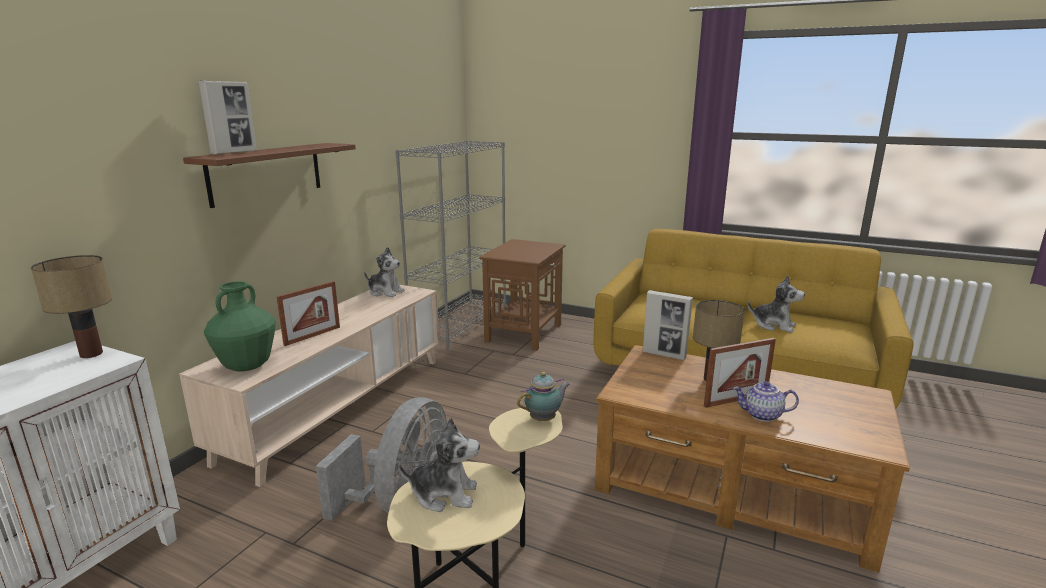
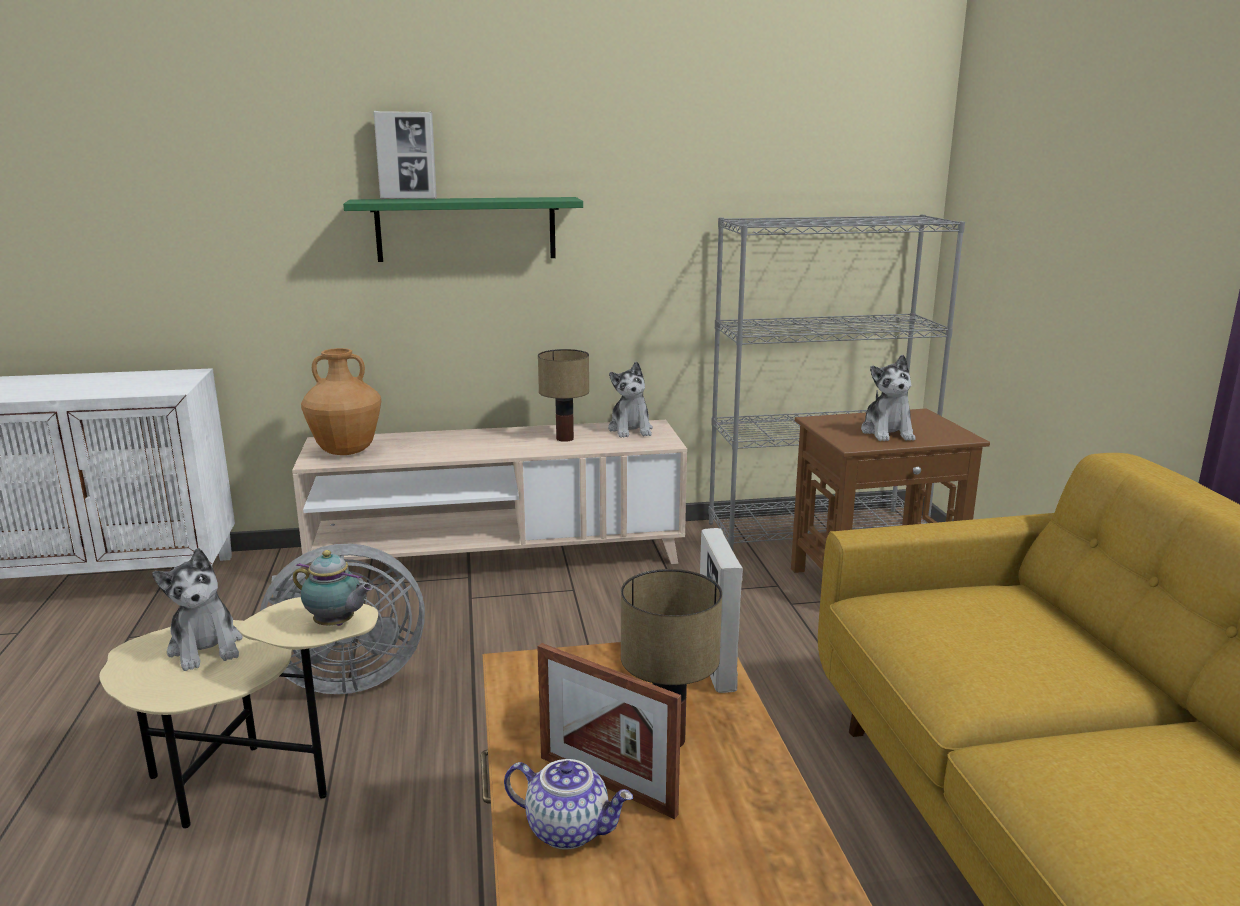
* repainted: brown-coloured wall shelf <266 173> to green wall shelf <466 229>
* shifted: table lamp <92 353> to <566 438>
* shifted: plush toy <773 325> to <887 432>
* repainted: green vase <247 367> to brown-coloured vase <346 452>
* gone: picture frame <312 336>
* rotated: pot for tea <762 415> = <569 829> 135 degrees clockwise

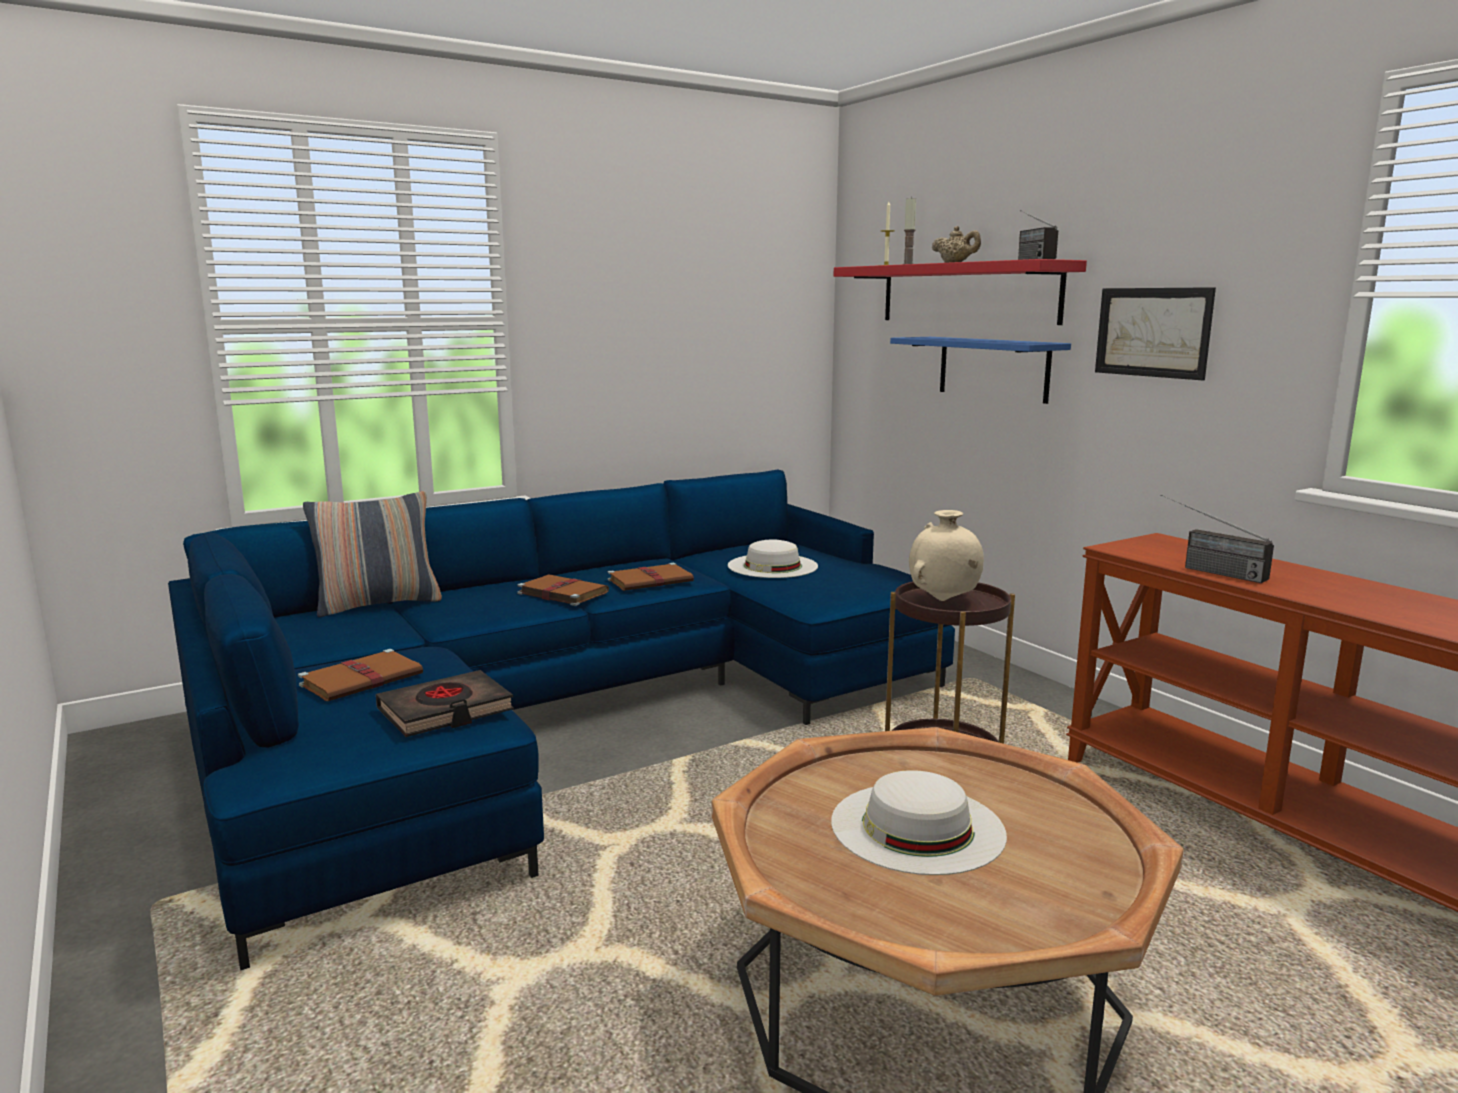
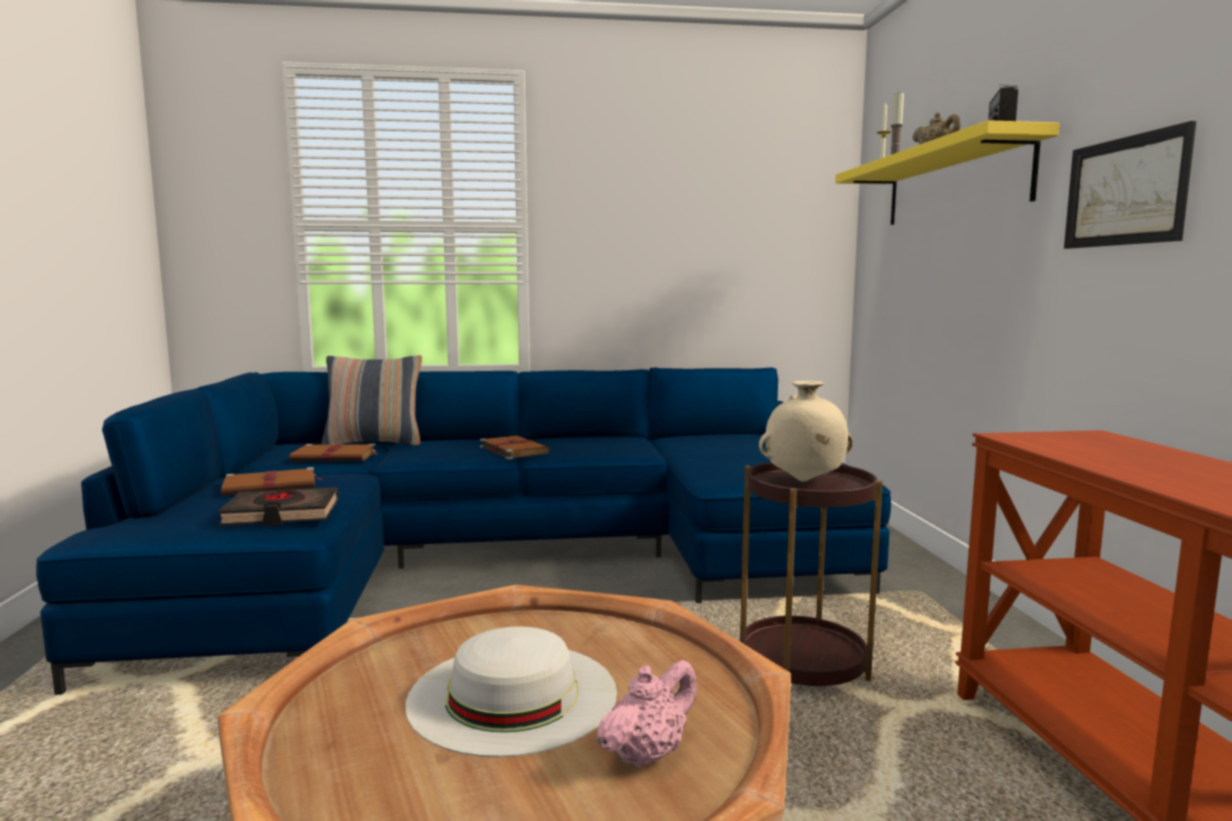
* repainted: red-coloured wall shelf <967 293> to yellowish wall shelf <954 184>
* gone: blue wall shelf <993 368>
* gone: radio set <1204 570>
* gone: whitish wearable hat <772 566>
* shifted: brown-coloured bound book <651 581> to <335 457>
* new: pink pot for tea <647 754>

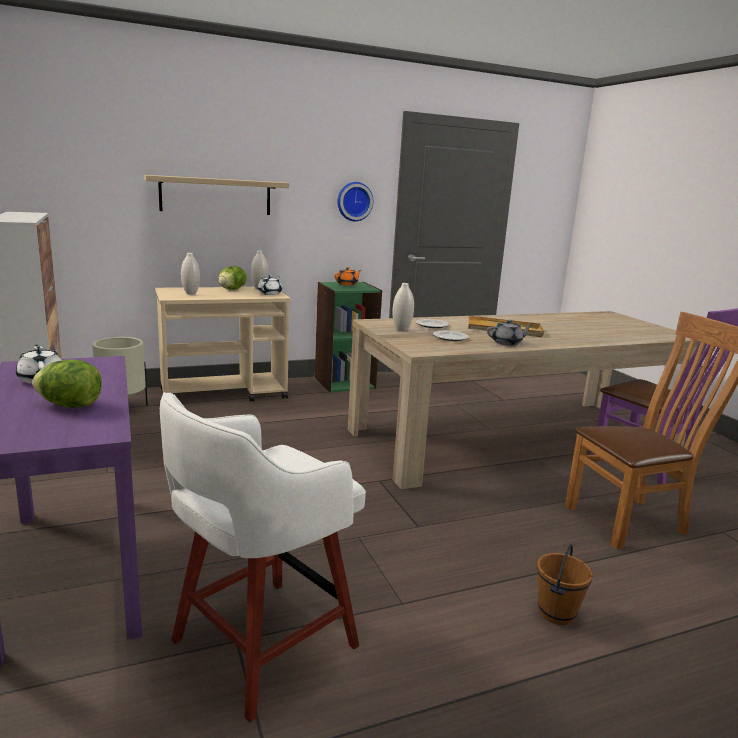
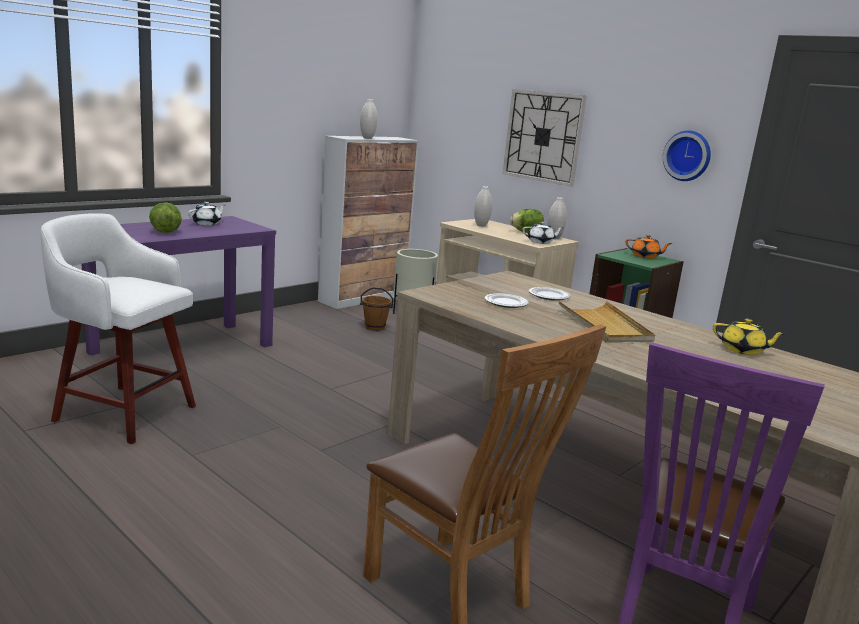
* swapped: wall shelf <216 196> to wall clock <543 137>
* shifted: whitish vase <401 330> to <367 138>
* gone: greyish pot for tea <507 343>
* shifted: brown-coloured water bucket <556 613> to <375 327>
* new: yellowish pot for tea <743 350>

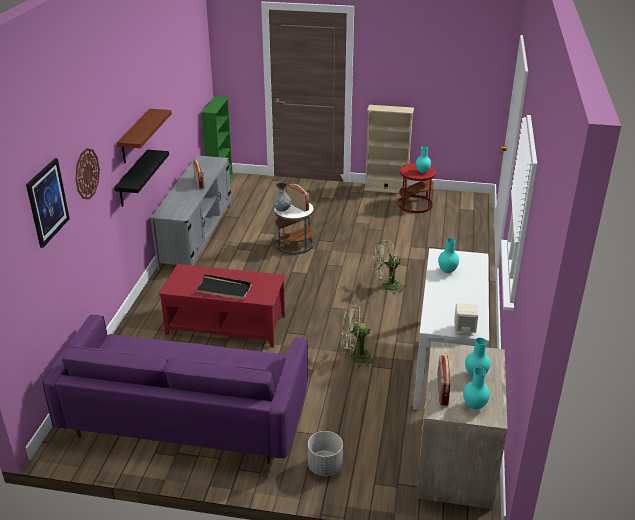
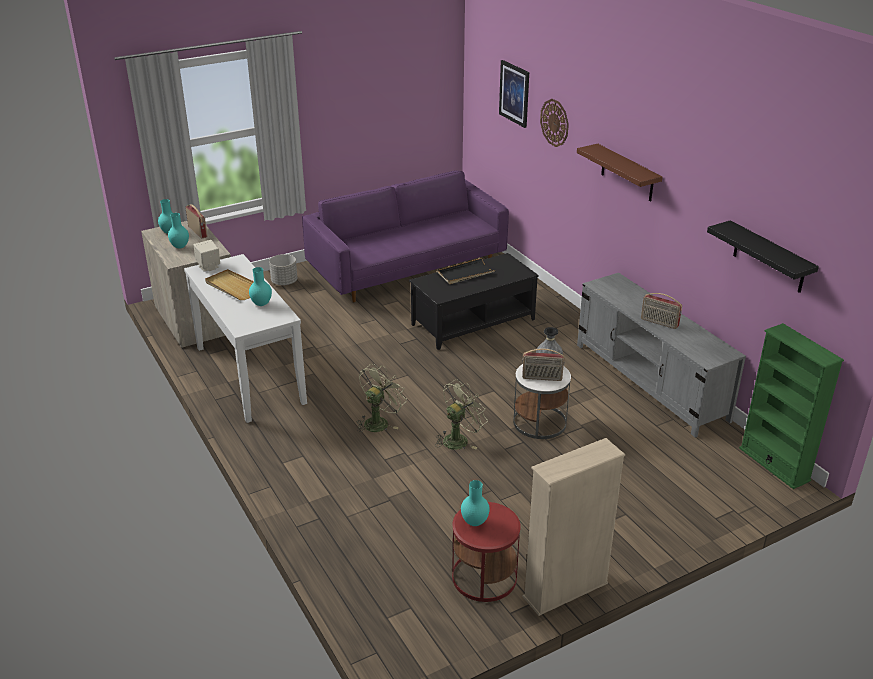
* shifted: black wall shelf <133 179> to <769 257>
* repainted: red-coloured coffee table <225 325> to black coffee table <472 321>
* shifted: green electric fan <355 356> to <459 439>
* new: beige carrying tray <234 287>

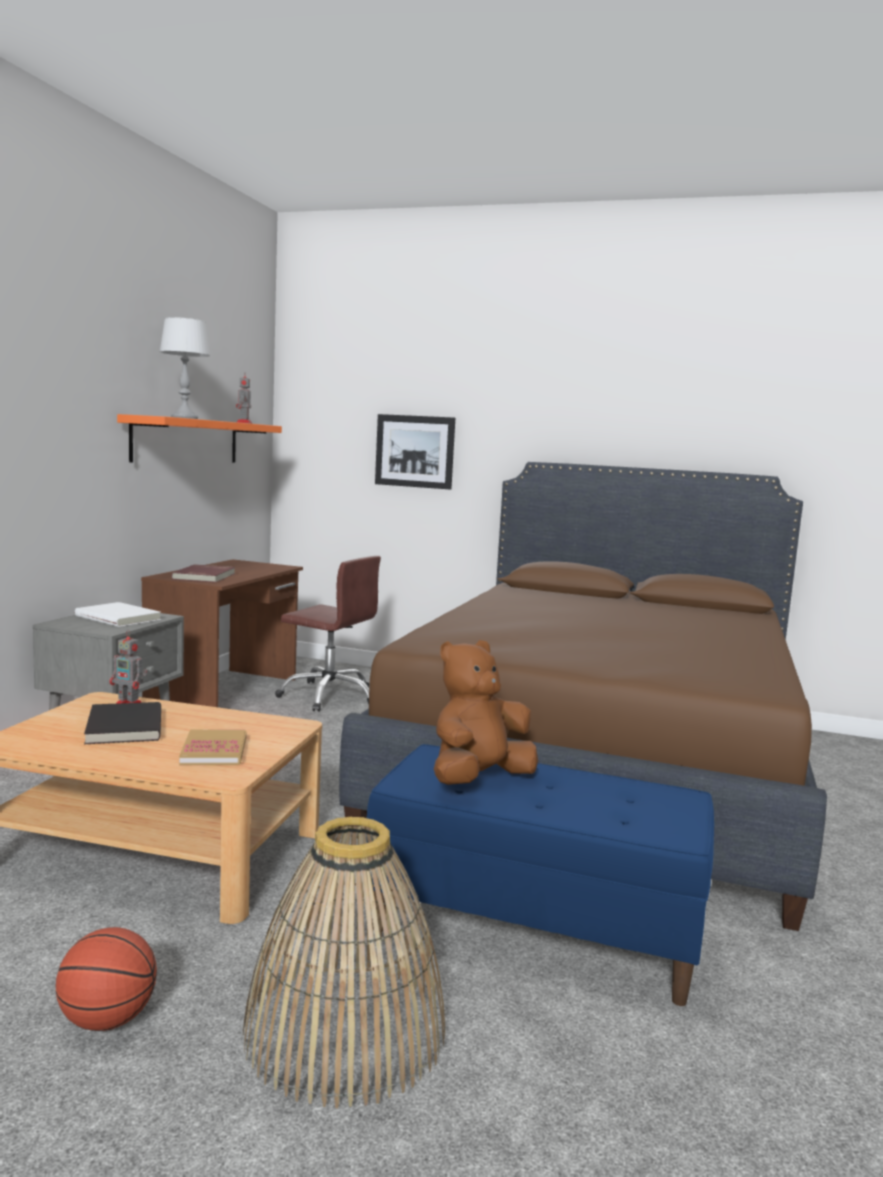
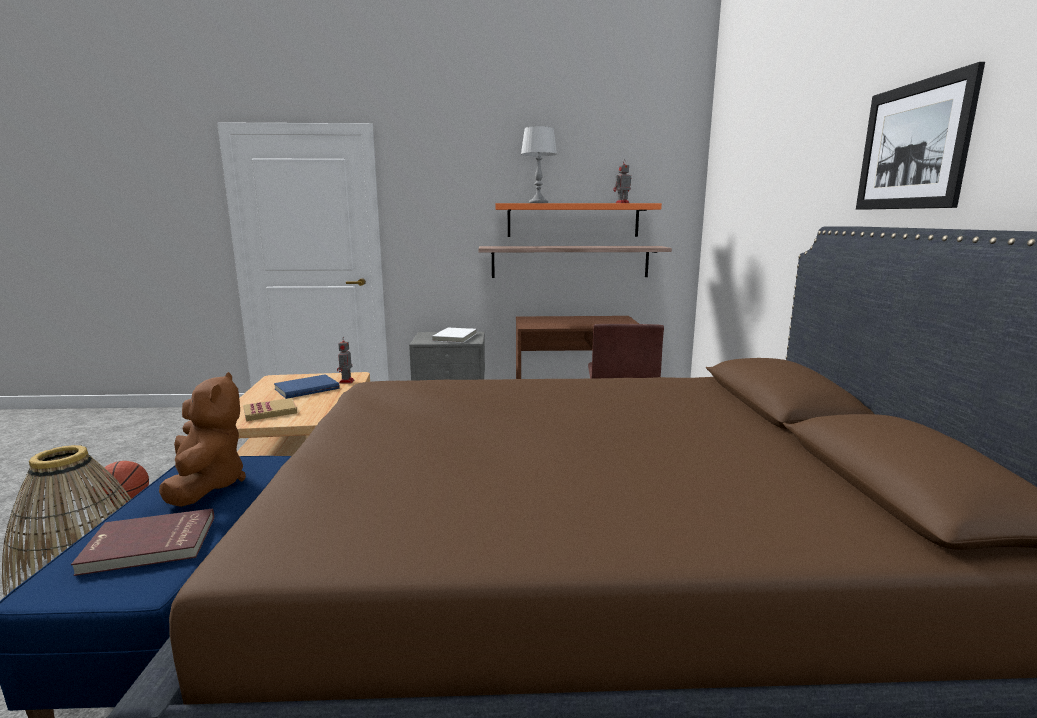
* shifted: picture <414 451> to <913 146>
* shifted: red-coloured bound book <205 576> to <149 545>
* rotated: brown-coloured plush toy <478 779> = <207 485> 45 degrees clockwise
* repainted: black bound book <122 727> to blue bound book <306 388>
* new: wall shelf <570 261>

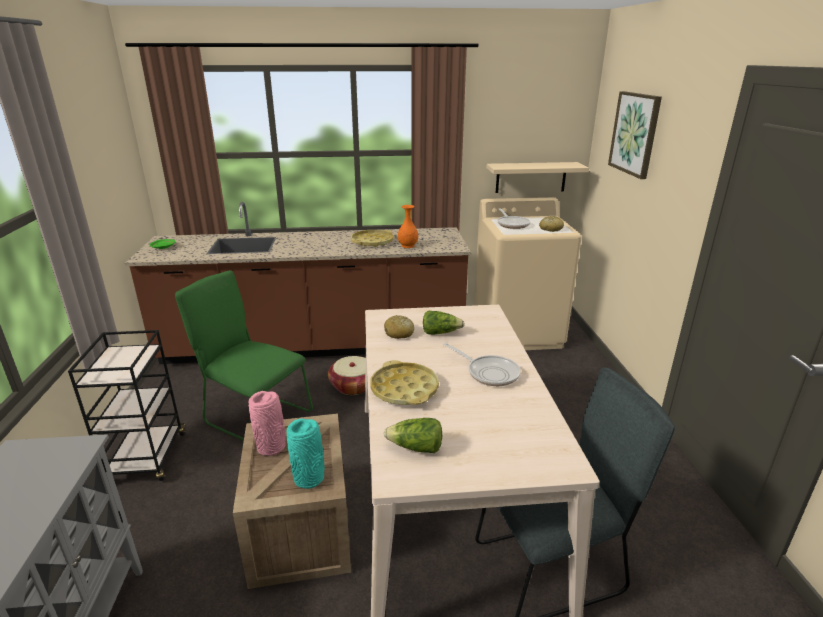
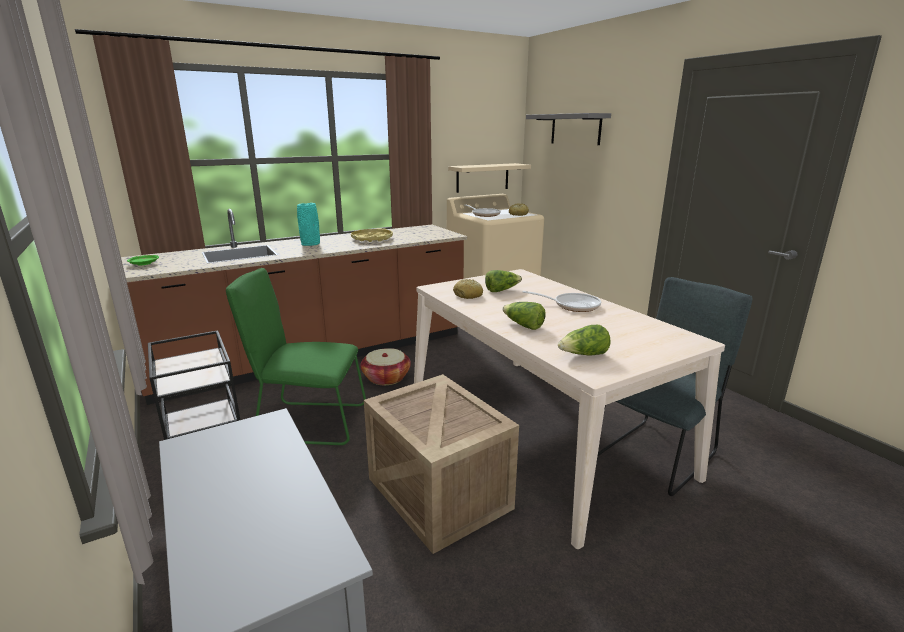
* swapped: picture <635 133> to greyish wall shelf <575 129>
* gone: orangey vase <407 246>
* swapped: yellowish carrying tray <404 389> to head of lettuce <523 325>
* gone: pink vase <272 447>
* shifted: turquoise vase <309 478> to <311 244>

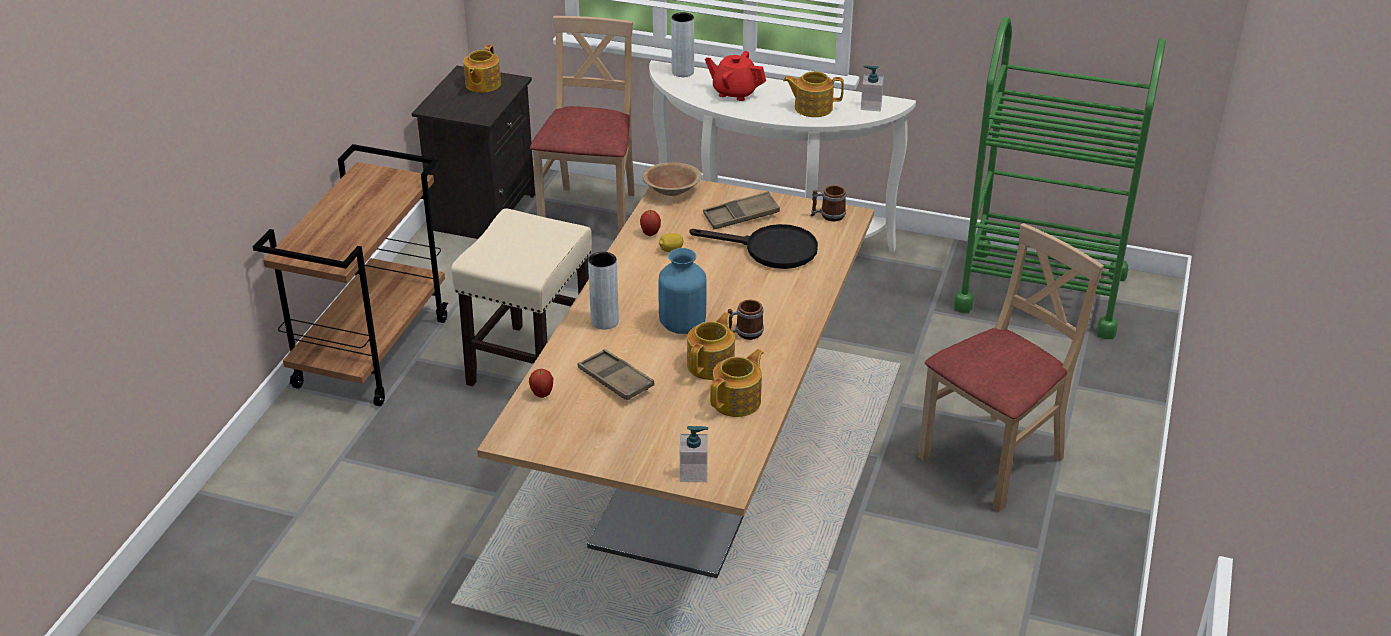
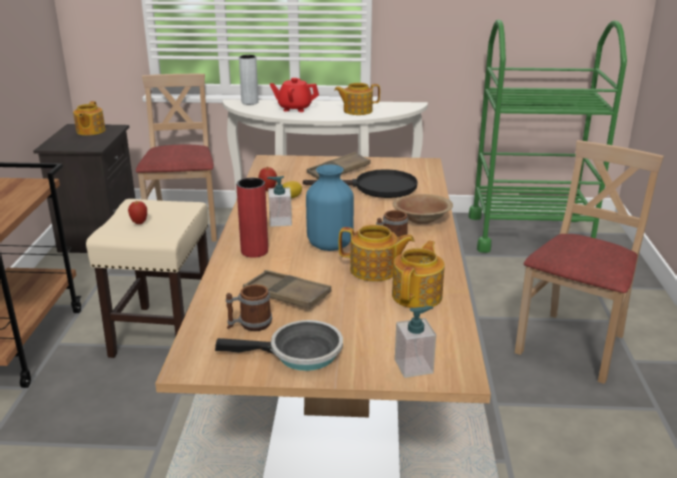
* shifted: soap bottle <871 106> to <280 221>
* shifted: brown-coloured bowl <672 190> to <421 220>
* shifted: mug <828 215> to <249 324>
* repainted: greyish vase <604 321> to red-coloured vase <254 251>
* rotated: pot for tea <711 364> = <375 270> 90 degrees clockwise
* shifted: whole apple <542 395> to <139 222>
* new: skillet <299 354>

